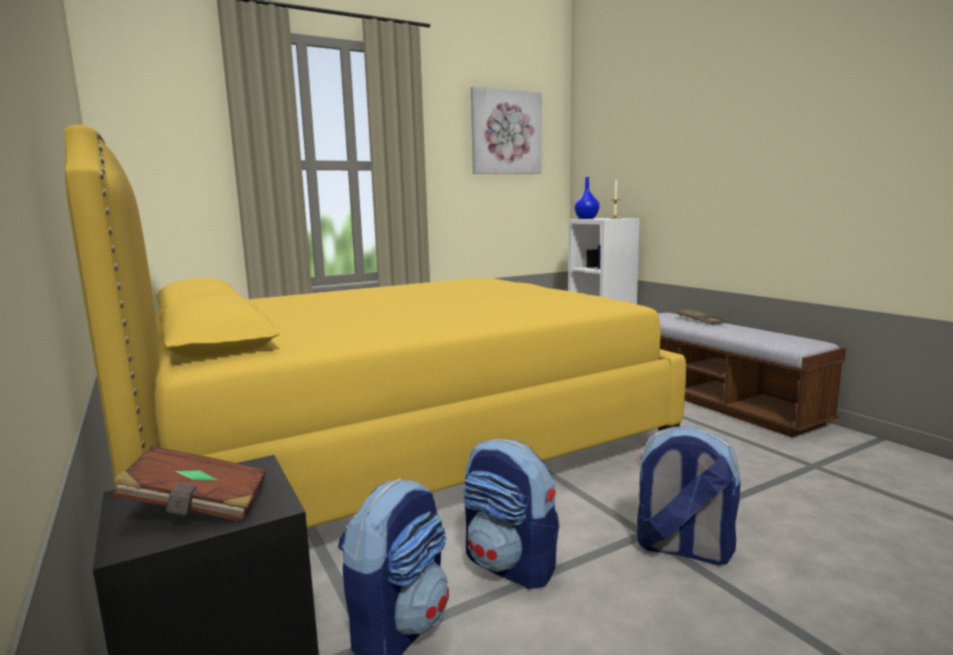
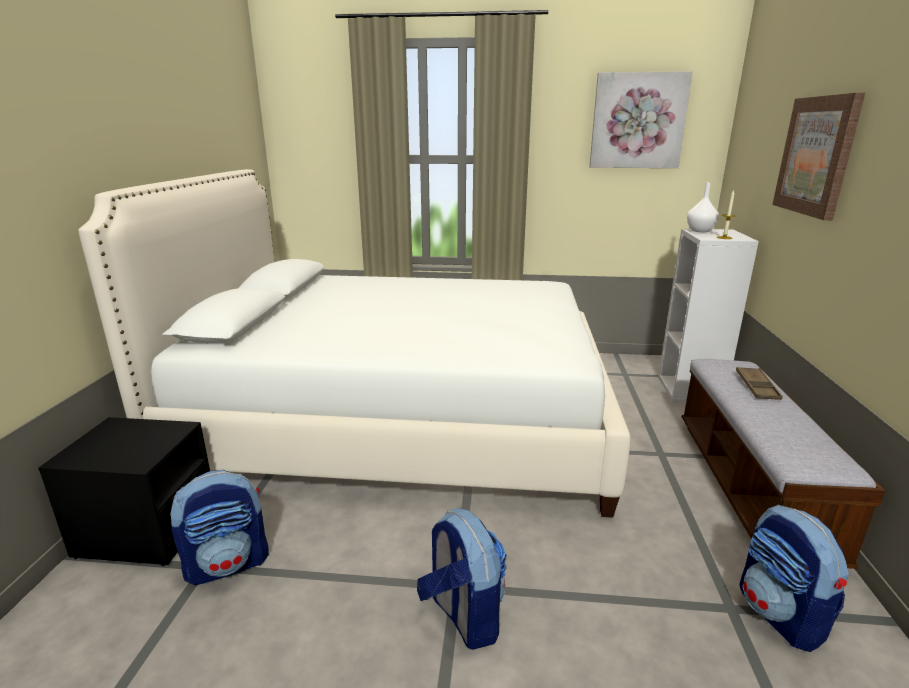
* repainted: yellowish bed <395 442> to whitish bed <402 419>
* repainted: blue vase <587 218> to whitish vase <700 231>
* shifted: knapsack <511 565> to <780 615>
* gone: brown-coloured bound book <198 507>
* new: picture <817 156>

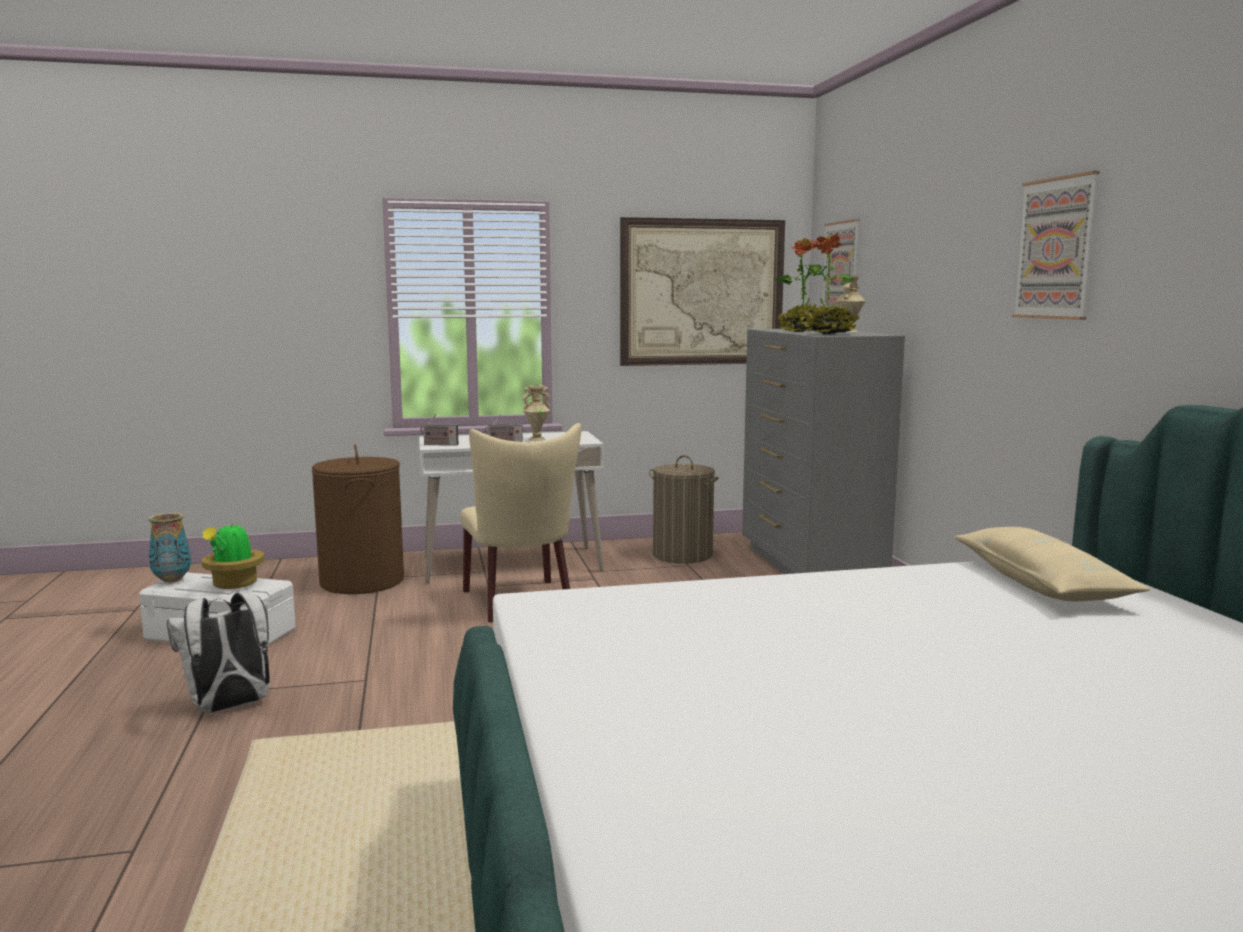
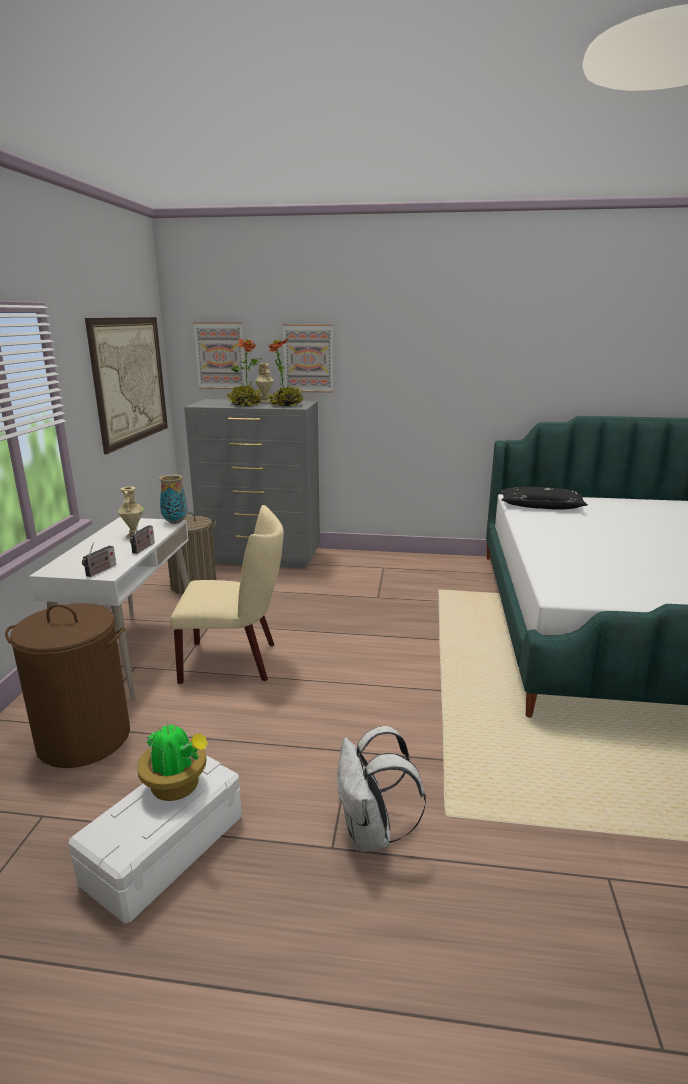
* shifted: picture <1056 248> to <308 358>
* shifted: vase <172 580> to <175 522>
* repainted: beige throw pillow <1041 583> to black throw pillow <541 506>

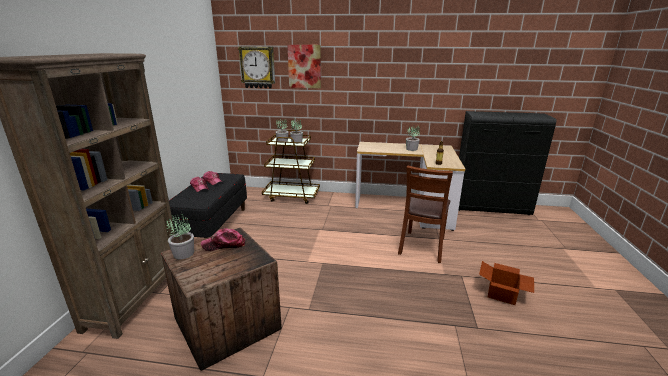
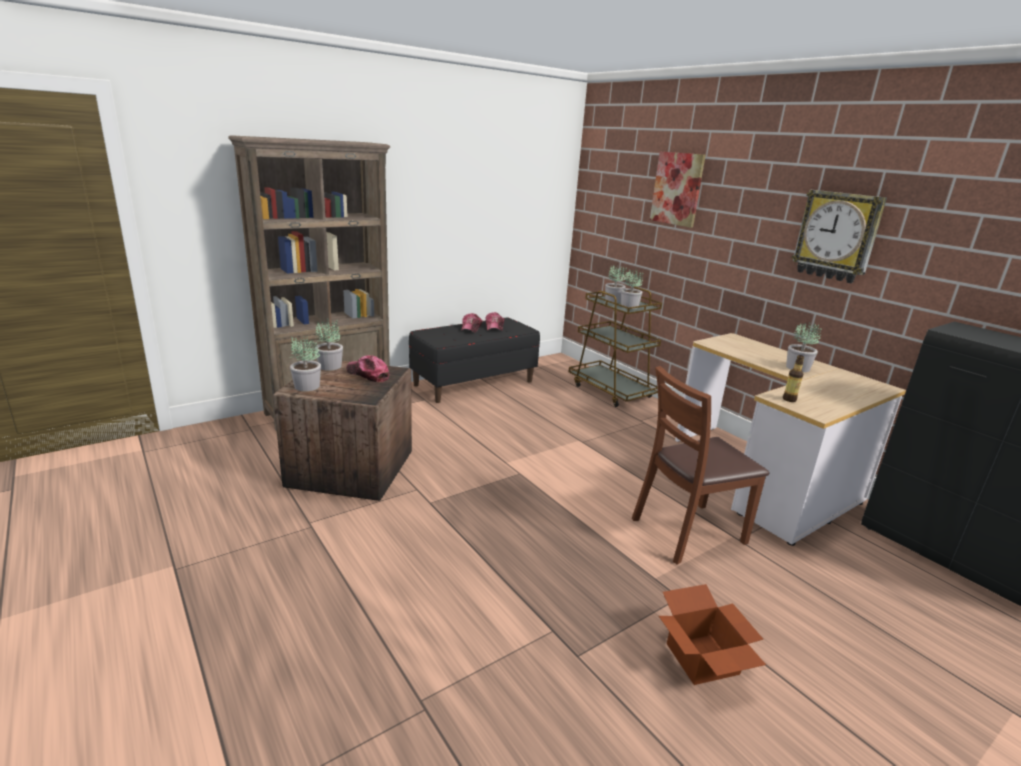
* shifted: wall clock <257 67> to <837 236>
* new: plant in a pot <306 386>

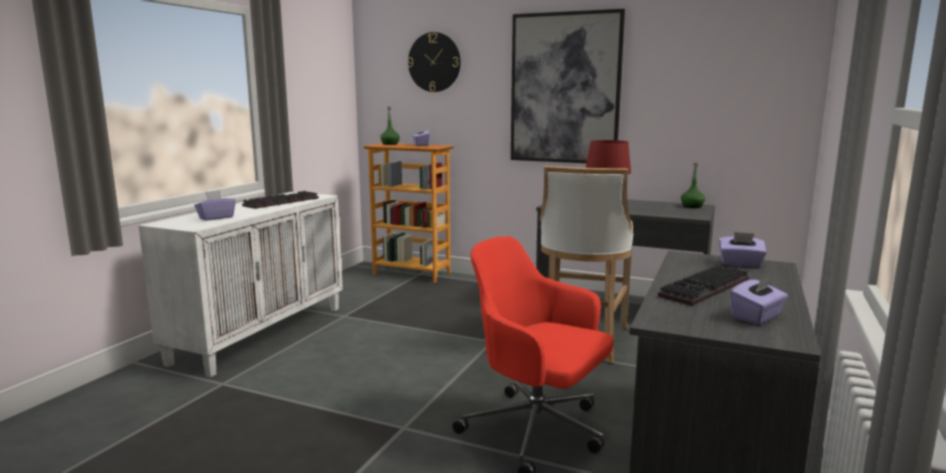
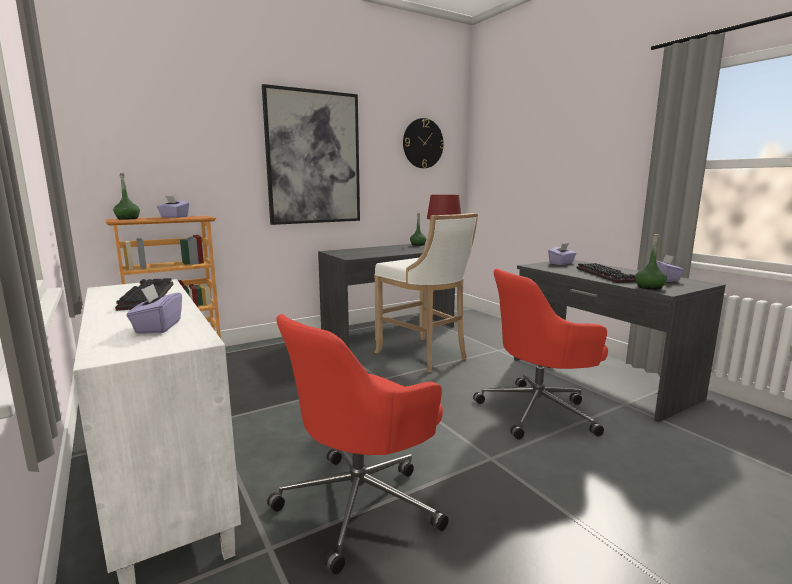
* shifted: wall clock <434 62> to <423 143>
* new: green drink bottle <649 287>
* new: red-coloured desk chair <361 503>

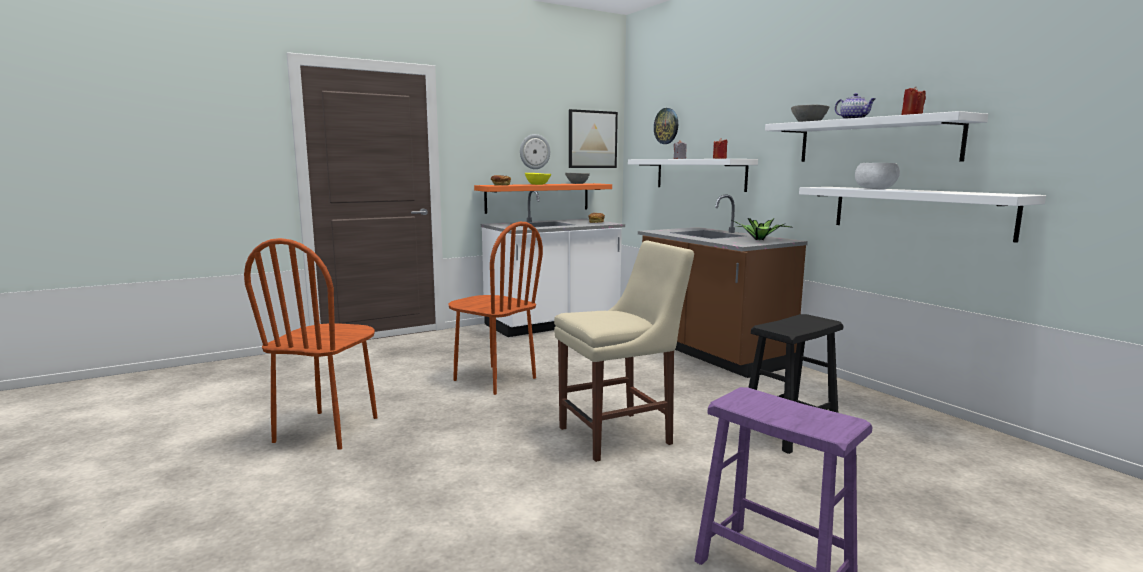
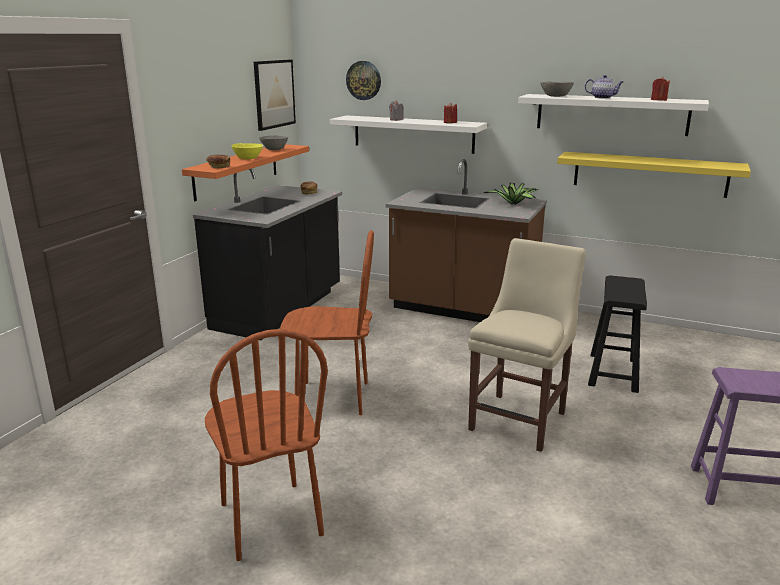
* gone: wall clock <534 151>
* gone: whitish bowl <875 189>
* repainted: whitish wall shelf <918 211> to yellowish wall shelf <649 174>
* repainted: whitish counter <553 324> to black counter <279 310>

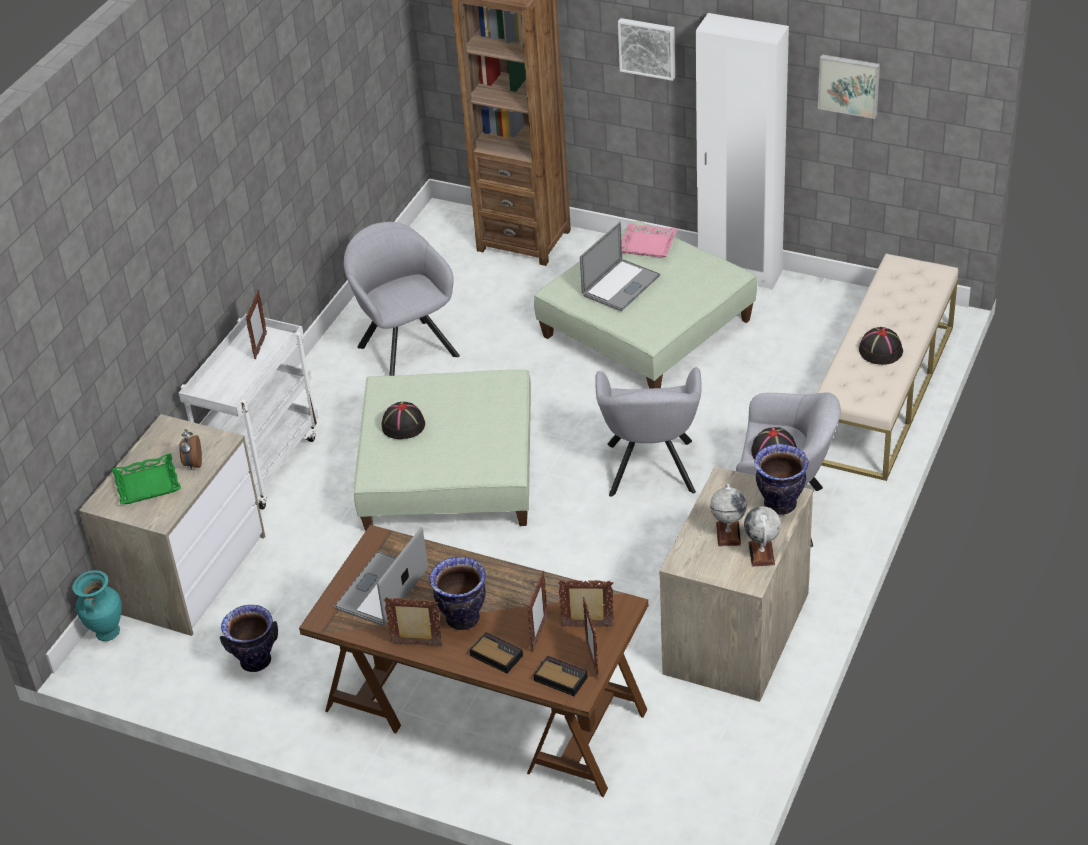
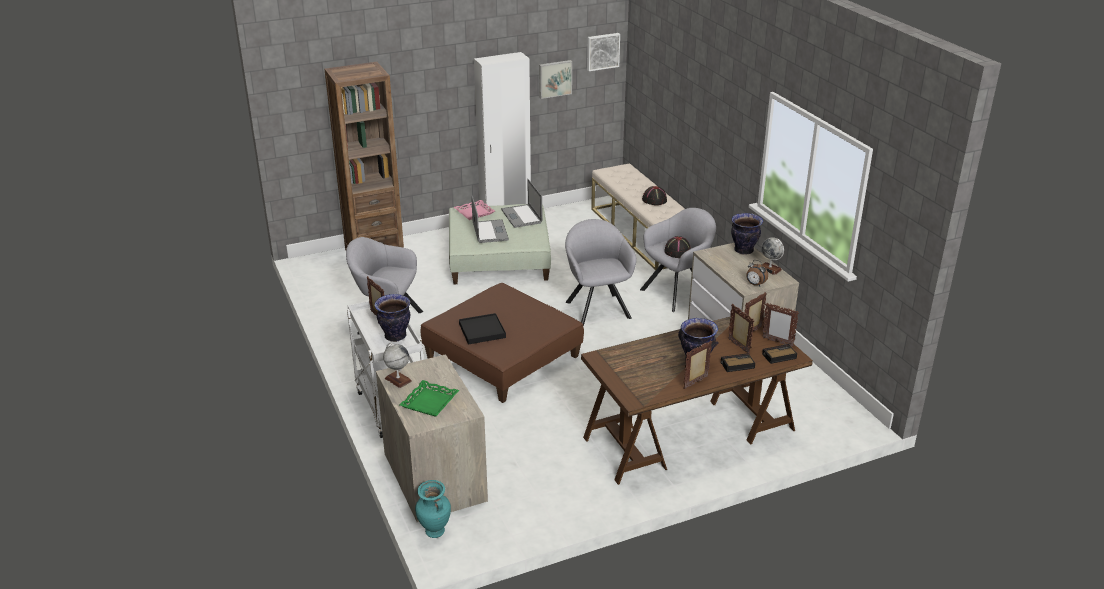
* shifted: picture <648 47> to <602 51>
* rotated: greyish lounge chair <650 472> = <597 307> 150 degrees counterclockwise
* repainted: green pouffe <448 472> to brown-coloured pouffe <502 357>
* swapped: black wearable hat <403 425> to black carrying tray <482 331>
* shifted: bedside clock <193 464> to <755 284>
* shifted: globe <728 533> to <398 380>
* shifted: laptop <382 589> to <521 216>
* shifted: vase <255 661> to <395 336>

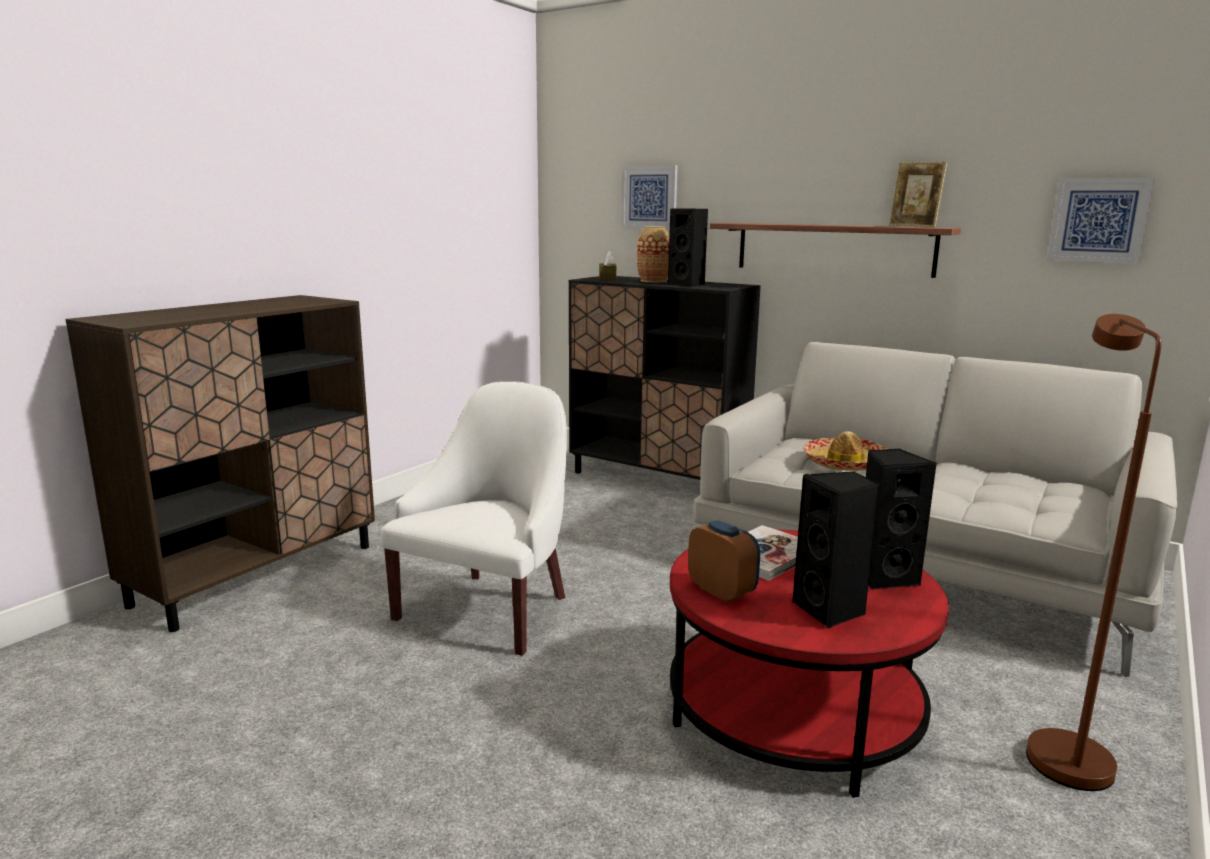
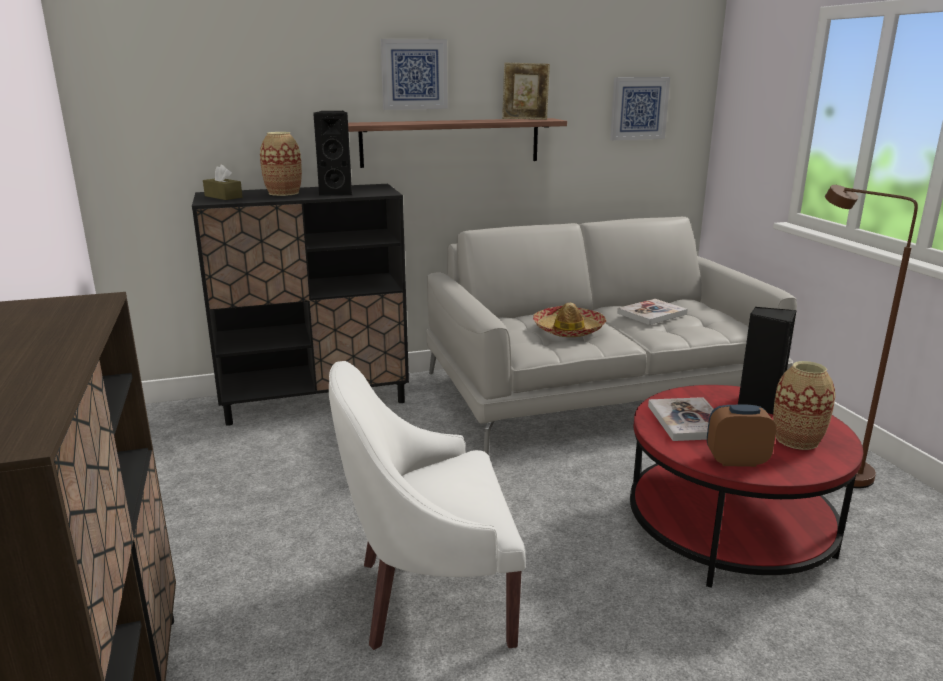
* shifted: picture <649 197> to <414 74>
* rotated: whitish lounge chair <490 608> = <430 595> 75 degrees counterclockwise
* swapped: black speaker <831 611> to vase <797 440>
* new: bound book <651 314>

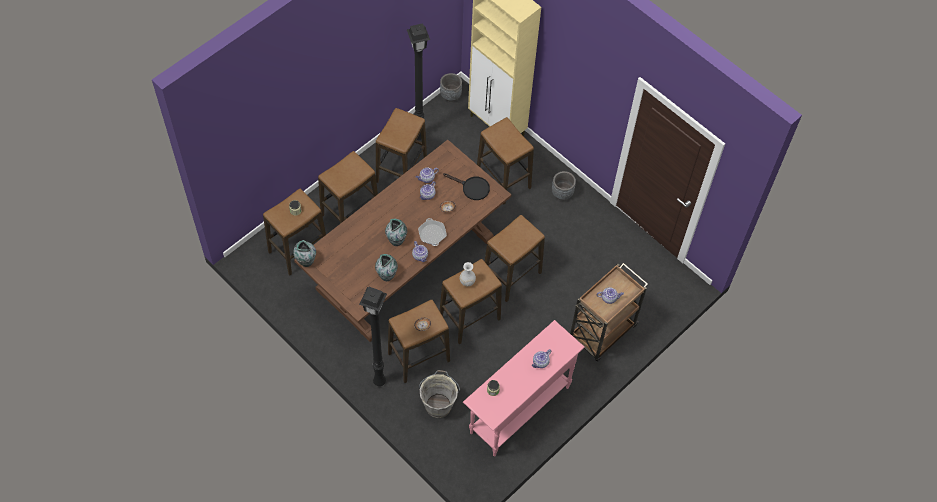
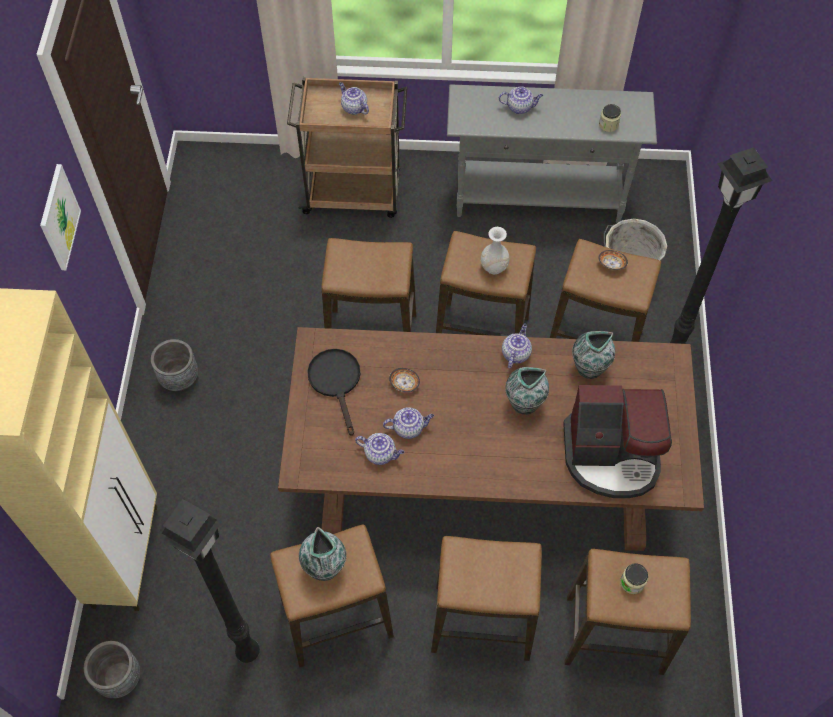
* gone: stool seat <503 180>
* gone: skillet <432 234>
* shifted: vase <306 261> to <324 568>
* repainted: pink console table <519 410> to greyish console table <539 199>
* new: picture <59 217>
* new: coffee brewer <612 456>

